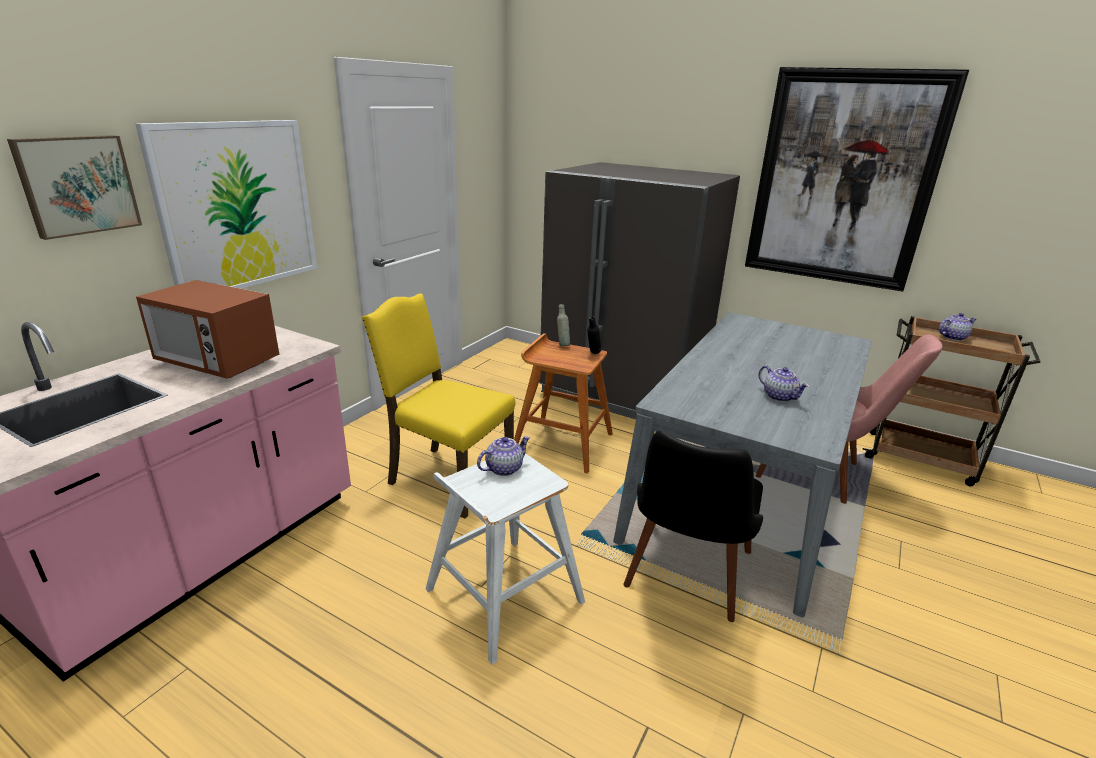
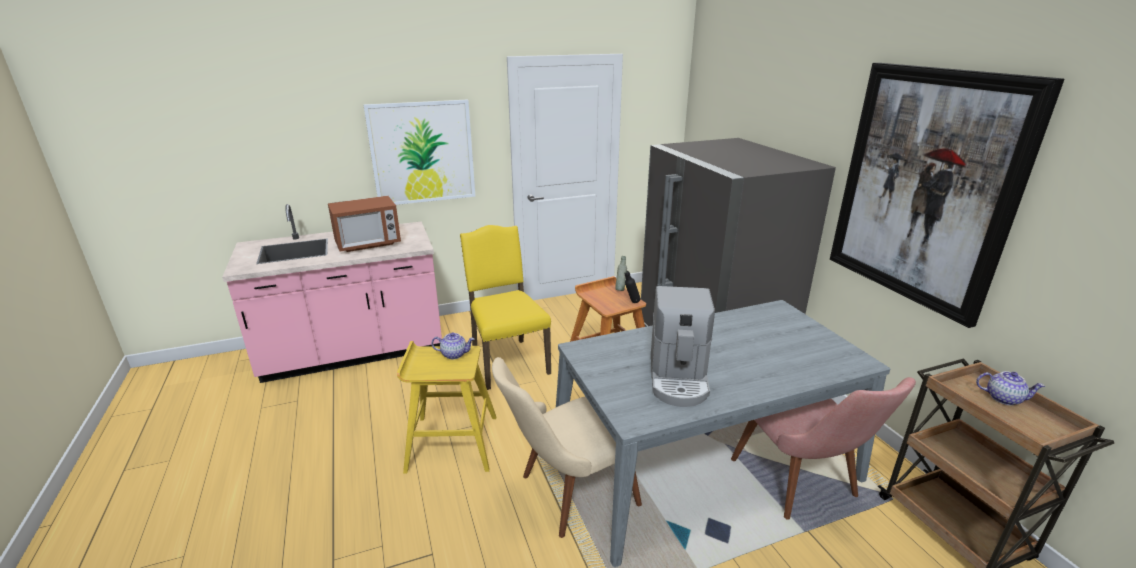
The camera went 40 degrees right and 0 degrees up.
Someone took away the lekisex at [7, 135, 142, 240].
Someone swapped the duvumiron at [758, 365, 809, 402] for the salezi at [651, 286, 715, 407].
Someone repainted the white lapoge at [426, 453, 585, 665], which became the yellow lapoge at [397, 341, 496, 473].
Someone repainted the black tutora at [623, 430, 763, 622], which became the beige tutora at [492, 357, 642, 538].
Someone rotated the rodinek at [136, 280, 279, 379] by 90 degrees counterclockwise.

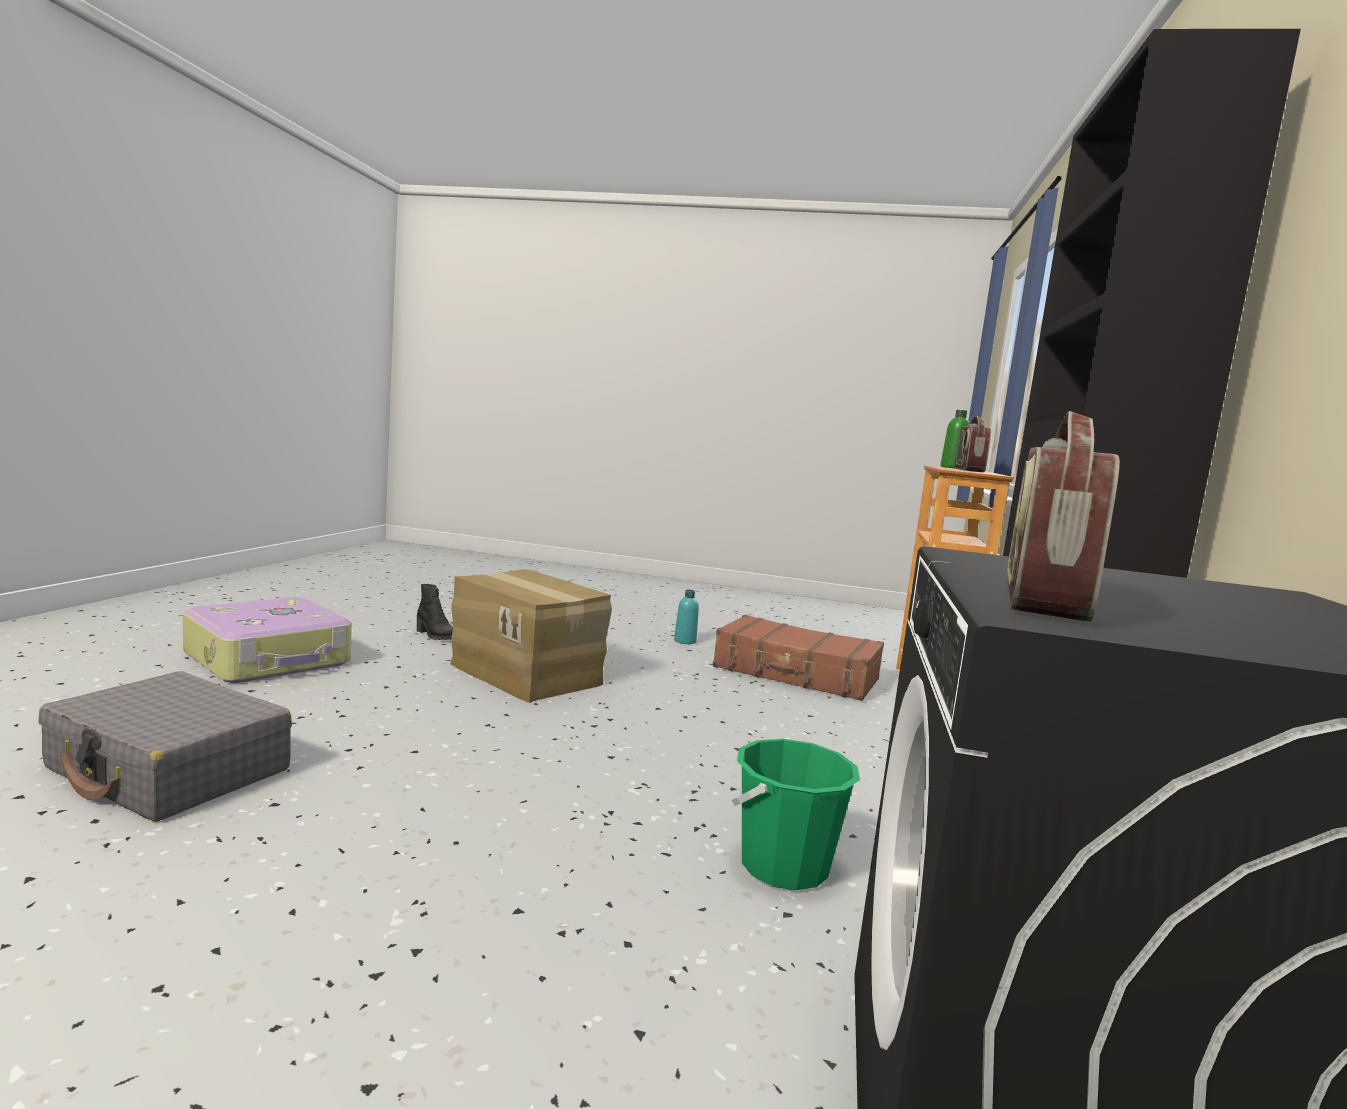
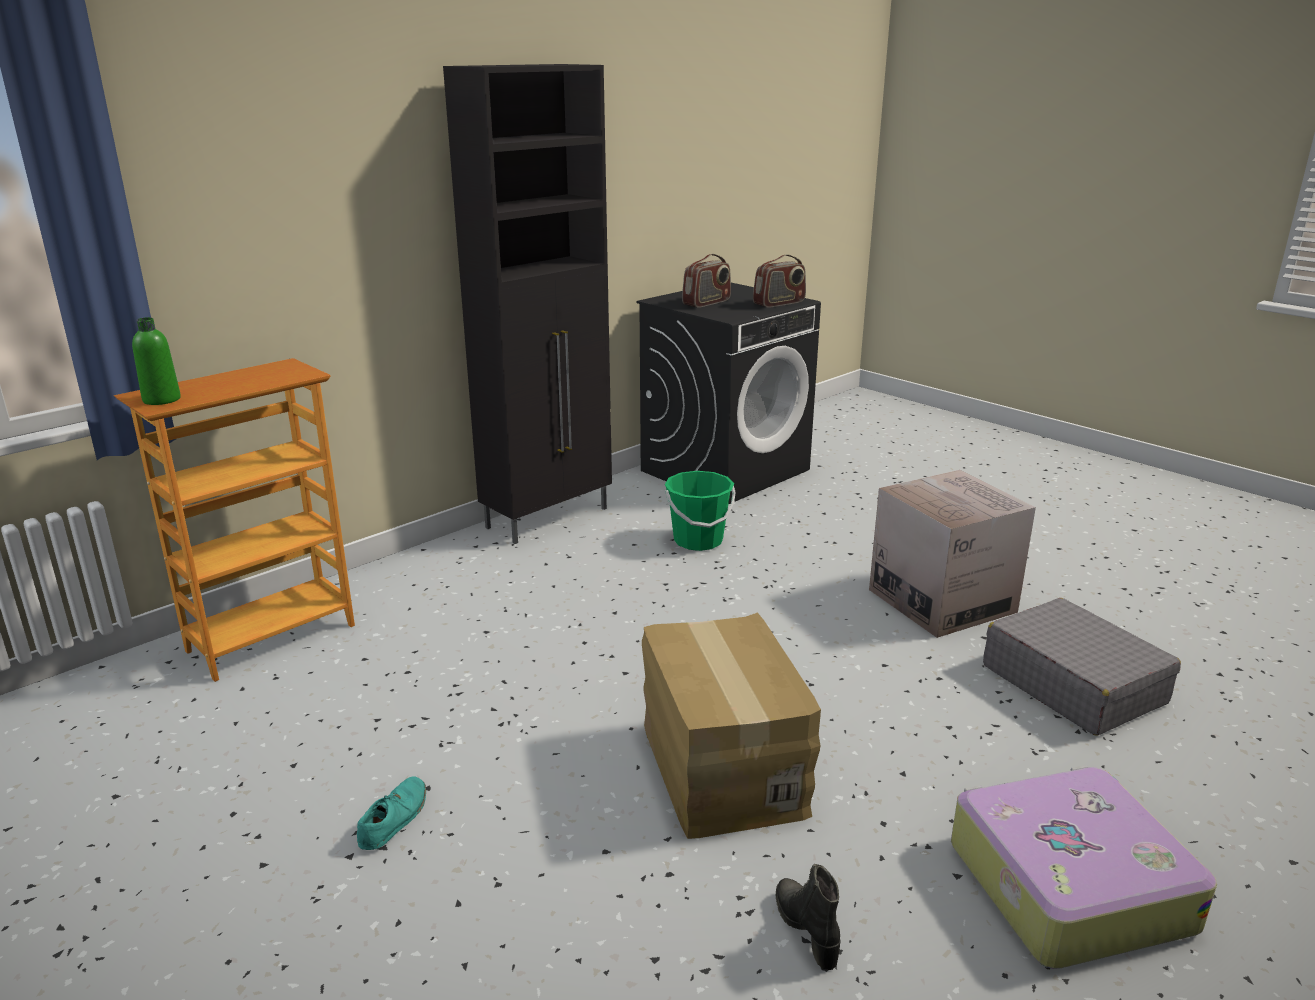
The camera went 145 degrees left and 15 degrees up.
Someone took away the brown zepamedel at [713, 615, 884, 701].
Someone put down the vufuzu at [869, 470, 1036, 638].
Someone carried the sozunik from [955, 416, 991, 472] to [682, 254, 731, 308].
Someone swapped the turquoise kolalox at [674, 590, 699, 644] for the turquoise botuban at [357, 776, 426, 850].

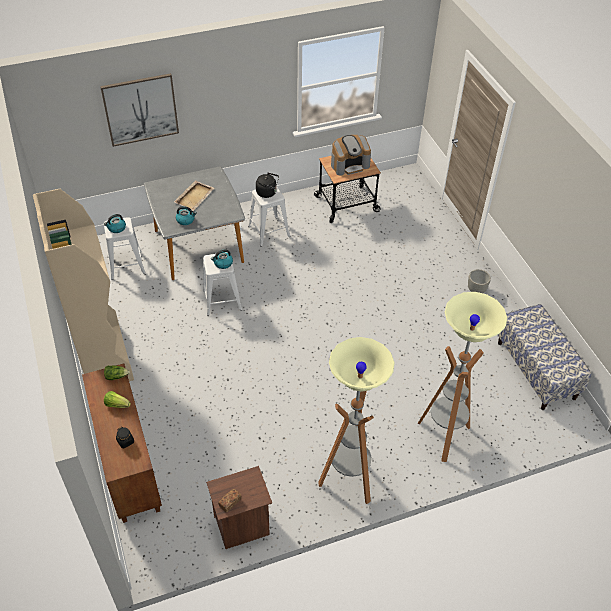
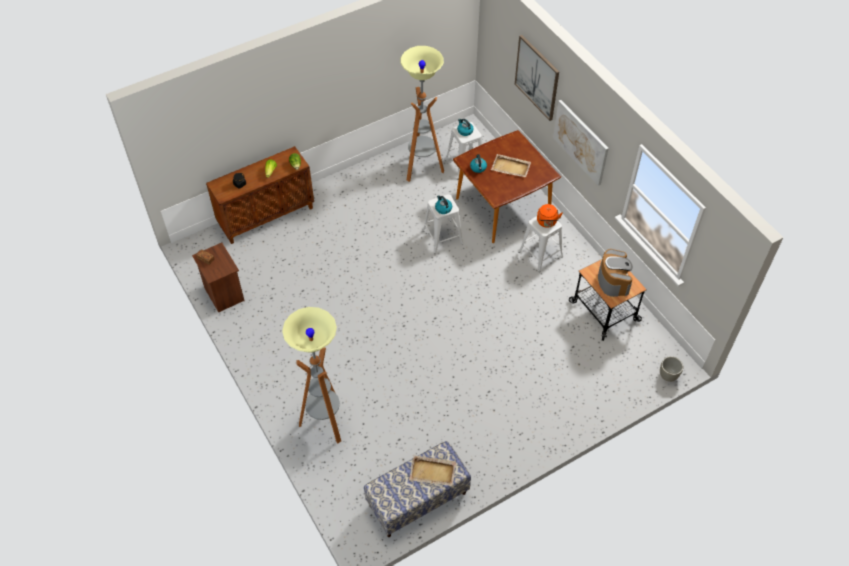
The camera went 80 degrees right and 5 degrees up.
Someone took away the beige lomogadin at [33, 189, 134, 381].
Someone put down the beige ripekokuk at [409, 456, 456, 486].
Someone put up the lekisex at [553, 100, 609, 186].
Someone carried the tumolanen from [318, 337, 395, 504] to [401, 46, 444, 182].
Someone carried the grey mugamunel from [468, 269, 491, 293] to [660, 356, 683, 382].
Someone repainted the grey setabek at [144, 166, 245, 280], which became the brown setabek at [453, 130, 561, 243].
Someone repainted the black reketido at [256, 172, 279, 198], which became the orange reketido at [537, 204, 563, 228].
Someone rotated the salezi at [331, 135, 371, 176] by 150 degrees counterclockwise.

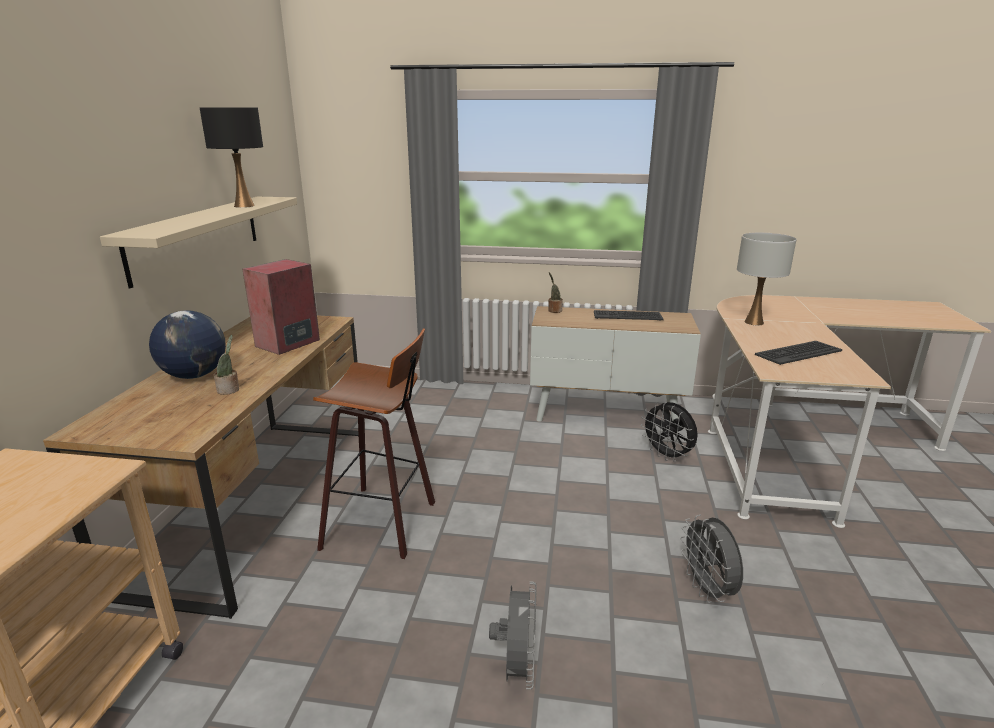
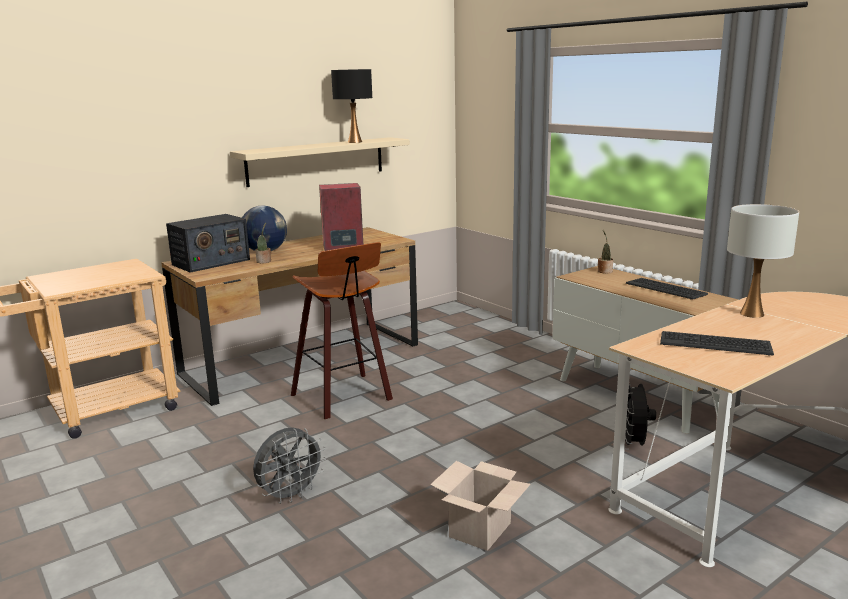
The camera went 45 degrees right and 5 degrees down.
Someone put down the sozunik at [166, 214, 250, 273].
Someone swapped the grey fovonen at [680, 515, 743, 603] for the vufuzu at [430, 461, 531, 551].

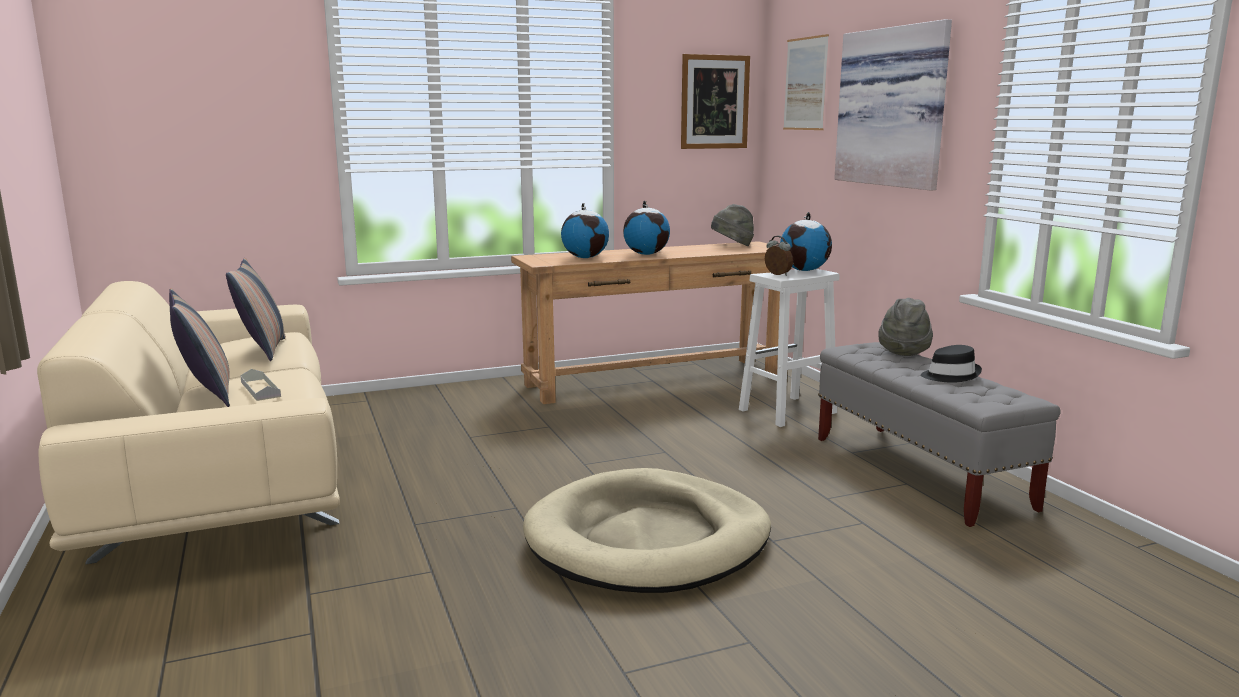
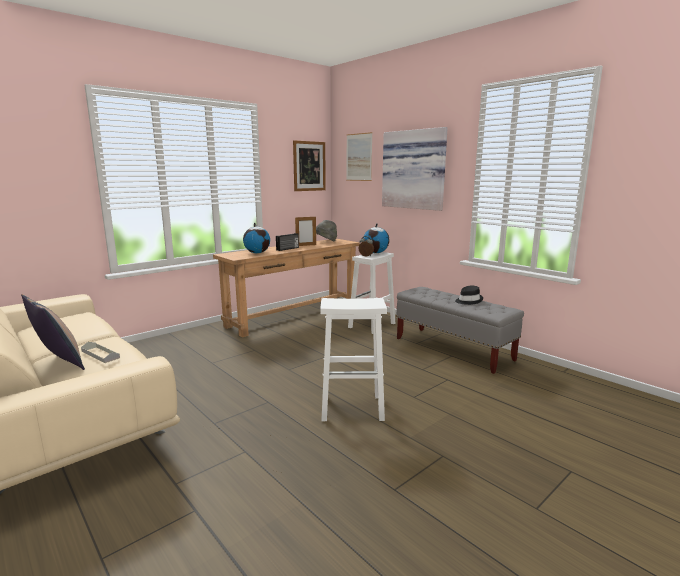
The camera went 20 degrees left and 0 degrees up.
Someone took away the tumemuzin at [226, 258, 286, 361].
Someone took away the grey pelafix at [878, 298, 933, 356].
Someone put down the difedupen at [295, 217, 316, 246].
Someone swapped the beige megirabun at [523, 468, 771, 593] for the white lapoge at [320, 298, 387, 421].
Someone swapped the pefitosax at [623, 201, 670, 255] for the sozunik at [276, 233, 299, 251].

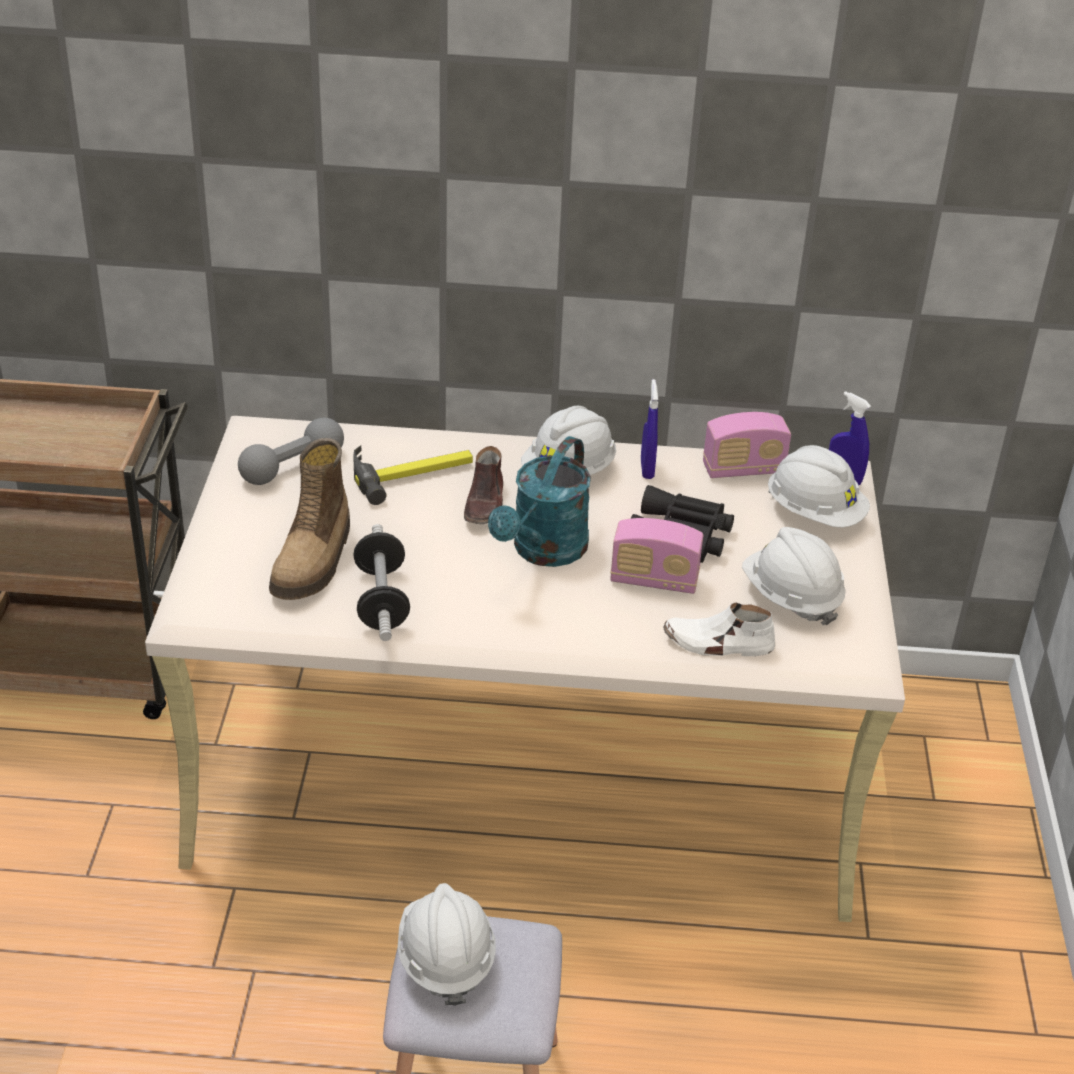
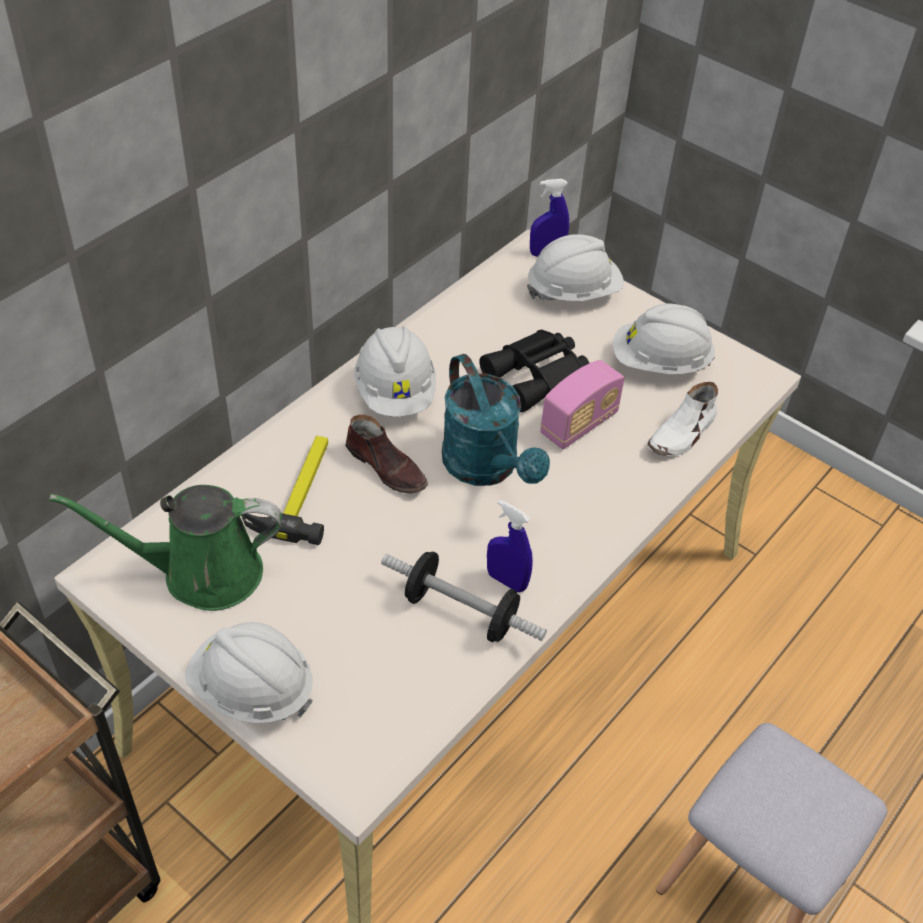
The camera went 55 degrees left and 10 degrees up.
Someone took away the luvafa at [269, 438, 350, 600].
Someone took away the sozunik at [703, 412, 791, 478].
Someone carried the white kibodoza from [397, 883, 496, 1006] to [185, 622, 313, 723].
Someone carried the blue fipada from [641, 379, 658, 479] to [487, 499, 533, 592].
Someone swapped the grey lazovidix at [238, 418, 344, 485] for the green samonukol at [49, 485, 282, 611].

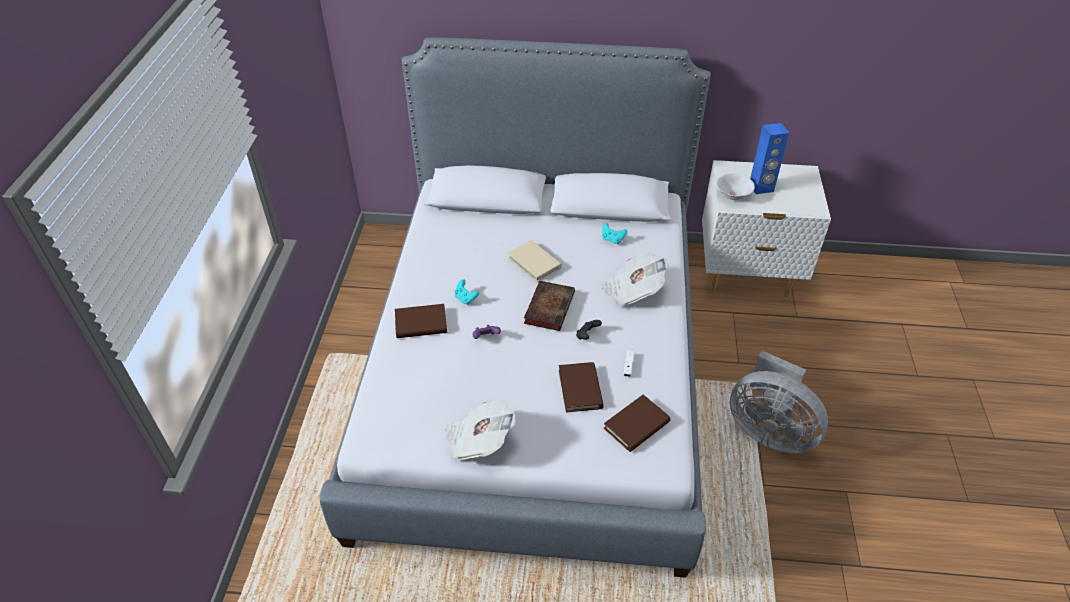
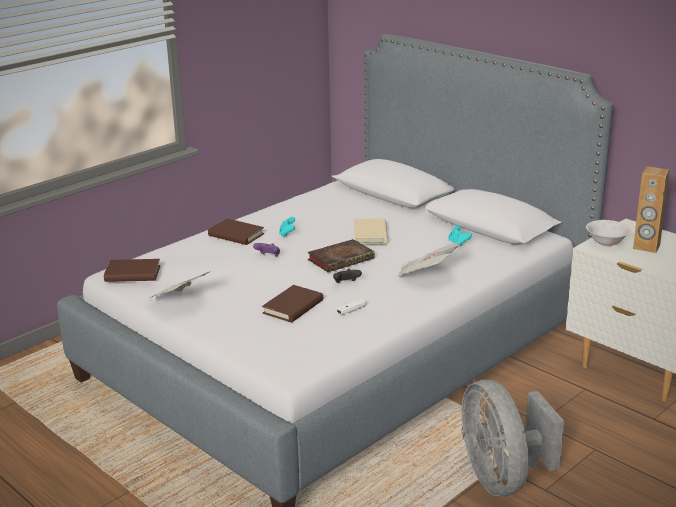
The camera went 40 degrees right and 20 degrees down.
Someone carried the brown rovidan from [603, 395, 670, 452] to [104, 259, 160, 282].
Someone repainted the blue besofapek at [750, 123, 789, 194], which became the brown besofapek at [633, 166, 669, 253].

